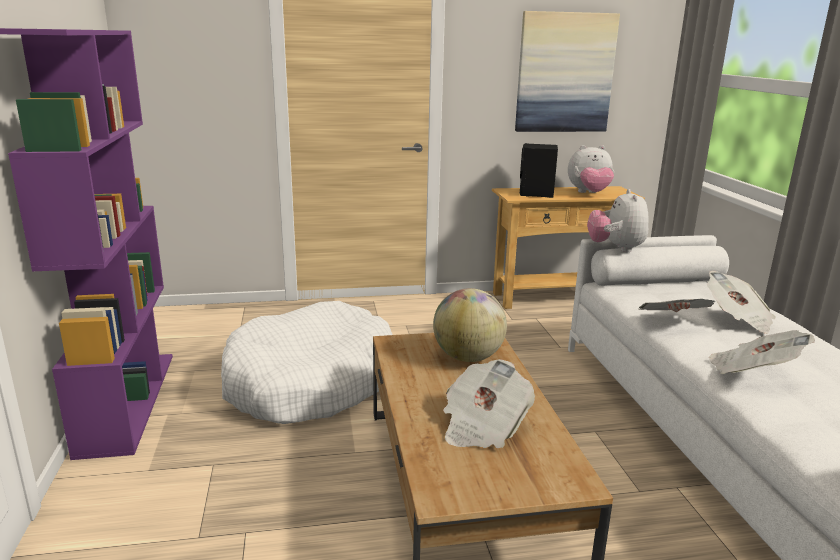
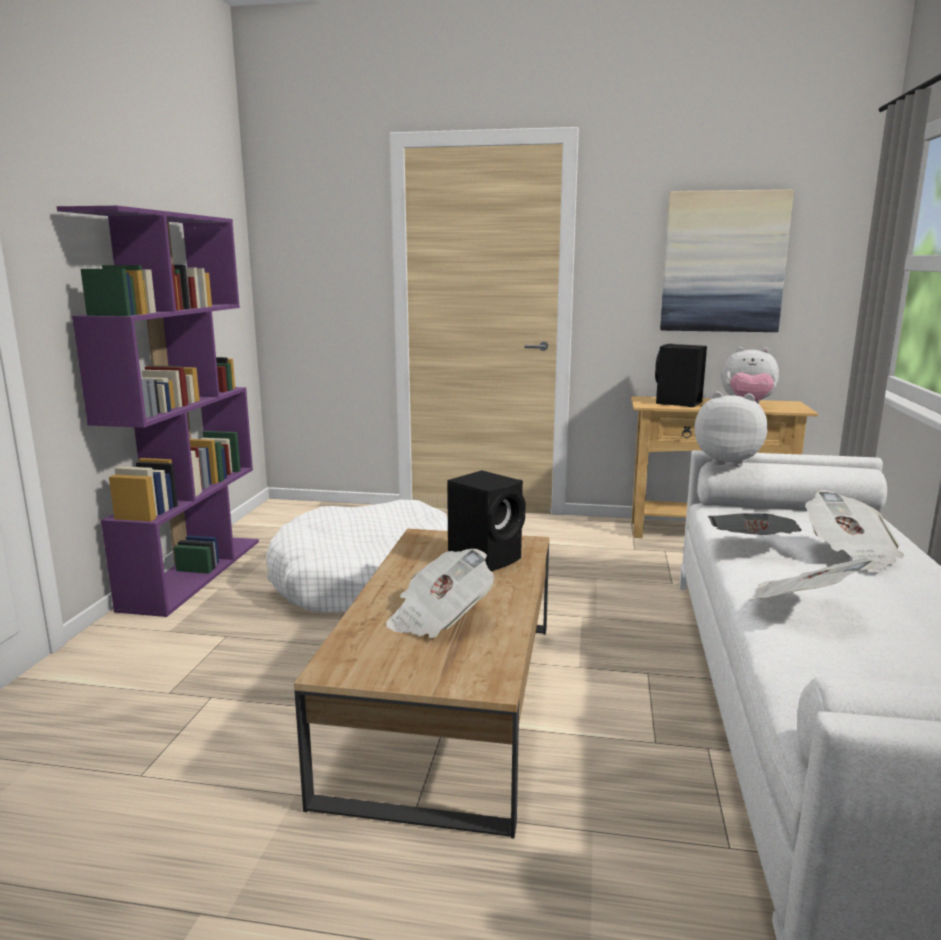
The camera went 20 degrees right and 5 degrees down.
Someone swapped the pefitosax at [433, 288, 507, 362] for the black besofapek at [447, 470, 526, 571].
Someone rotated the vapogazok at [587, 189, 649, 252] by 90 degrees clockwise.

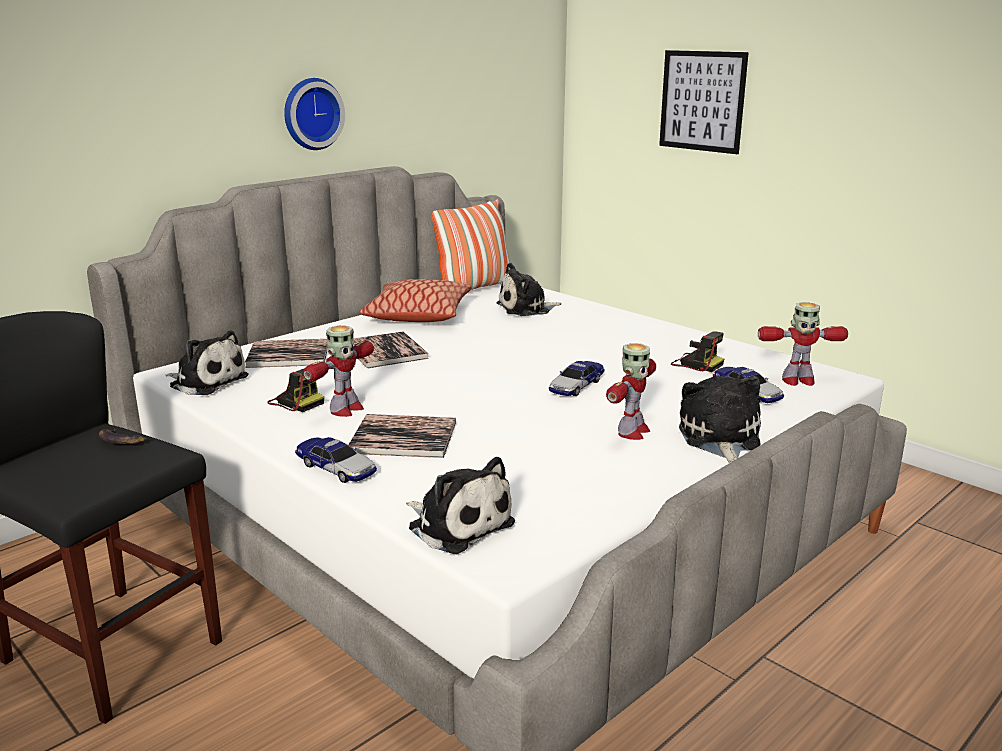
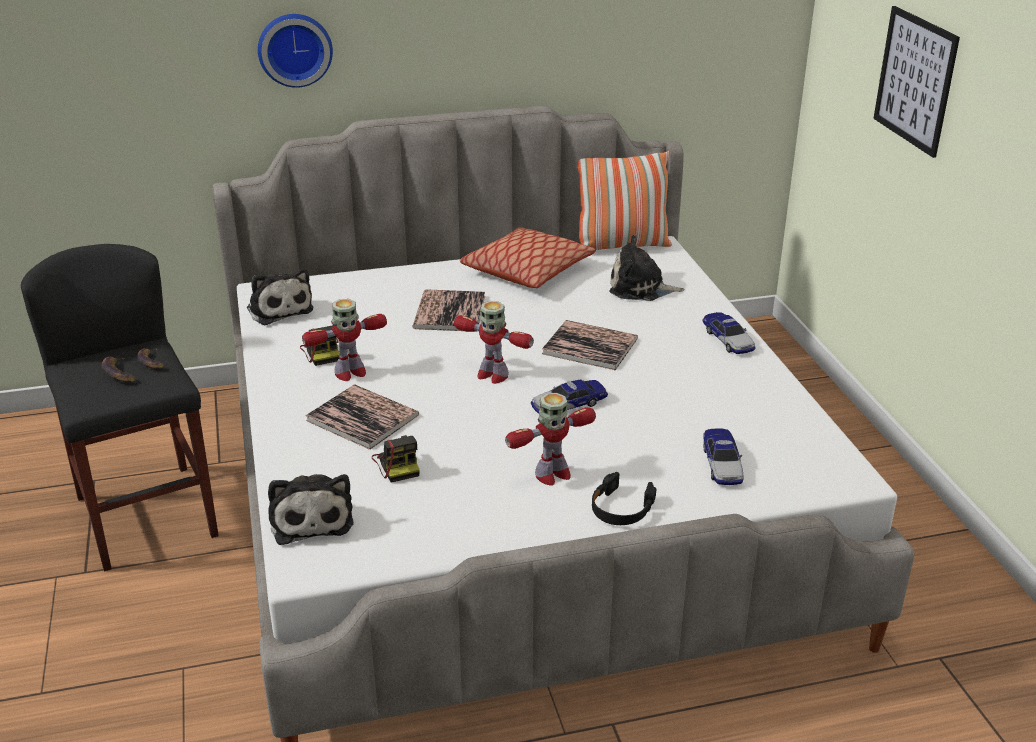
The camera went 30 degrees right and 10 degrees up.
Someone put down the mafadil at [102, 357, 137, 382].
Someone carried the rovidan from [245, 339, 328, 368] to [542, 320, 638, 370].
Someone carried the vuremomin from [284, 78, 345, 150] to [258, 14, 333, 88].
Someone carried the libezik from [295, 437, 377, 483] to [702, 312, 756, 354].
Someone carried the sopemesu from [671, 331, 724, 372] to [372, 435, 420, 483].
Someone carried the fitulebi from [758, 302, 848, 386] to [454, 301, 534, 384].
Someone swapped the vapogazok at [679, 376, 761, 463] for the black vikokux at [592, 472, 656, 525].

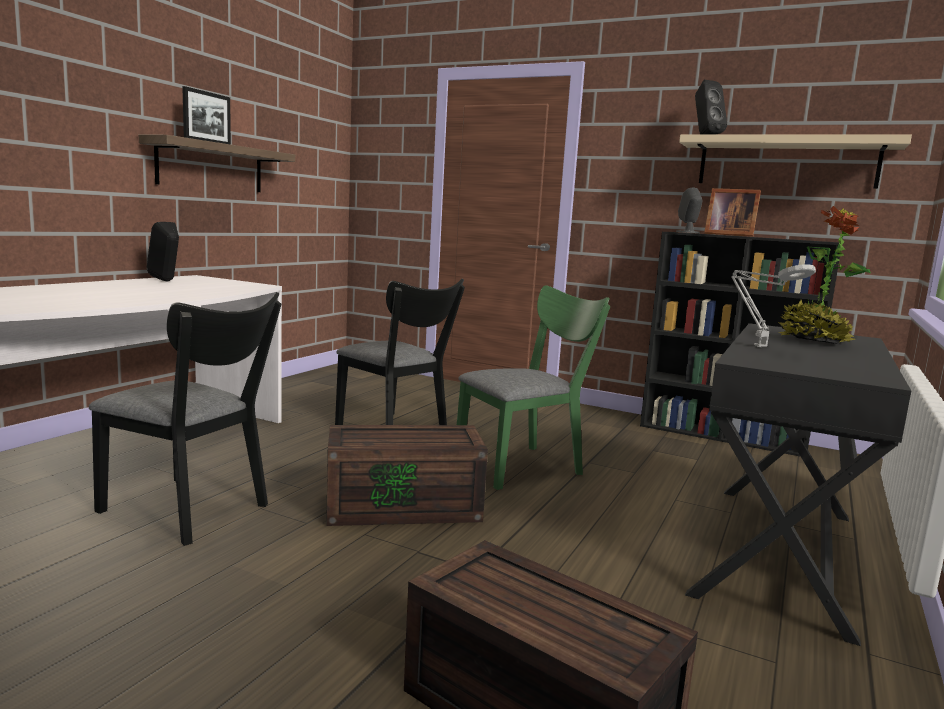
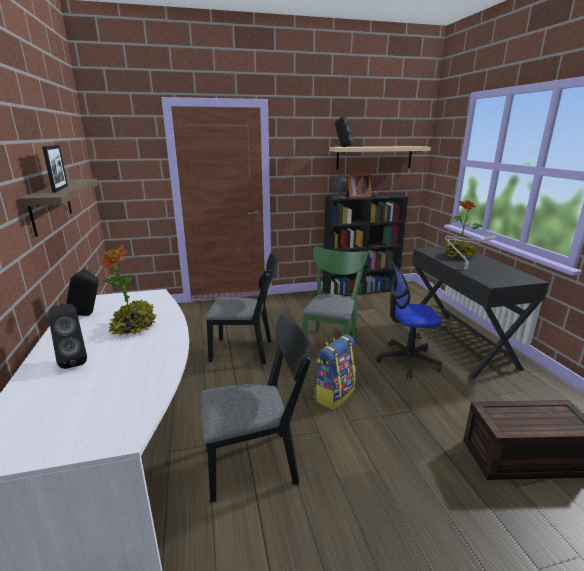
The camera went 40 degrees left and 10 degrees up.
Someone put down the black besofapek at [48, 304, 87, 369].
Someone put down the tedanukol at [102, 244, 156, 336].
Someone put down the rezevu at [376, 262, 442, 379].
Someone swapped the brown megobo at [326, 425, 488, 526] for the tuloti at [314, 334, 356, 410].

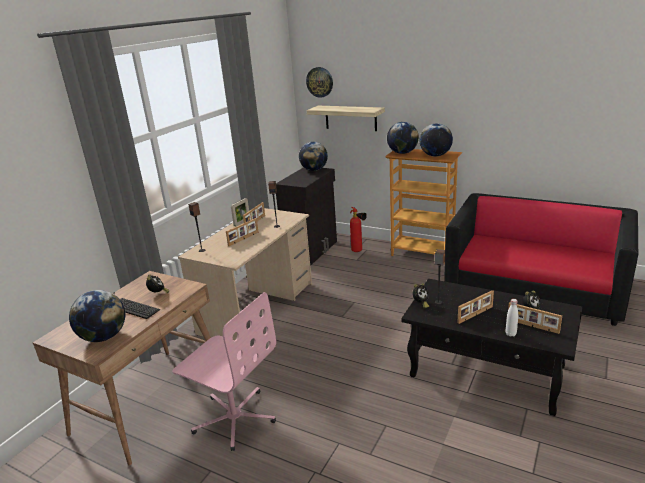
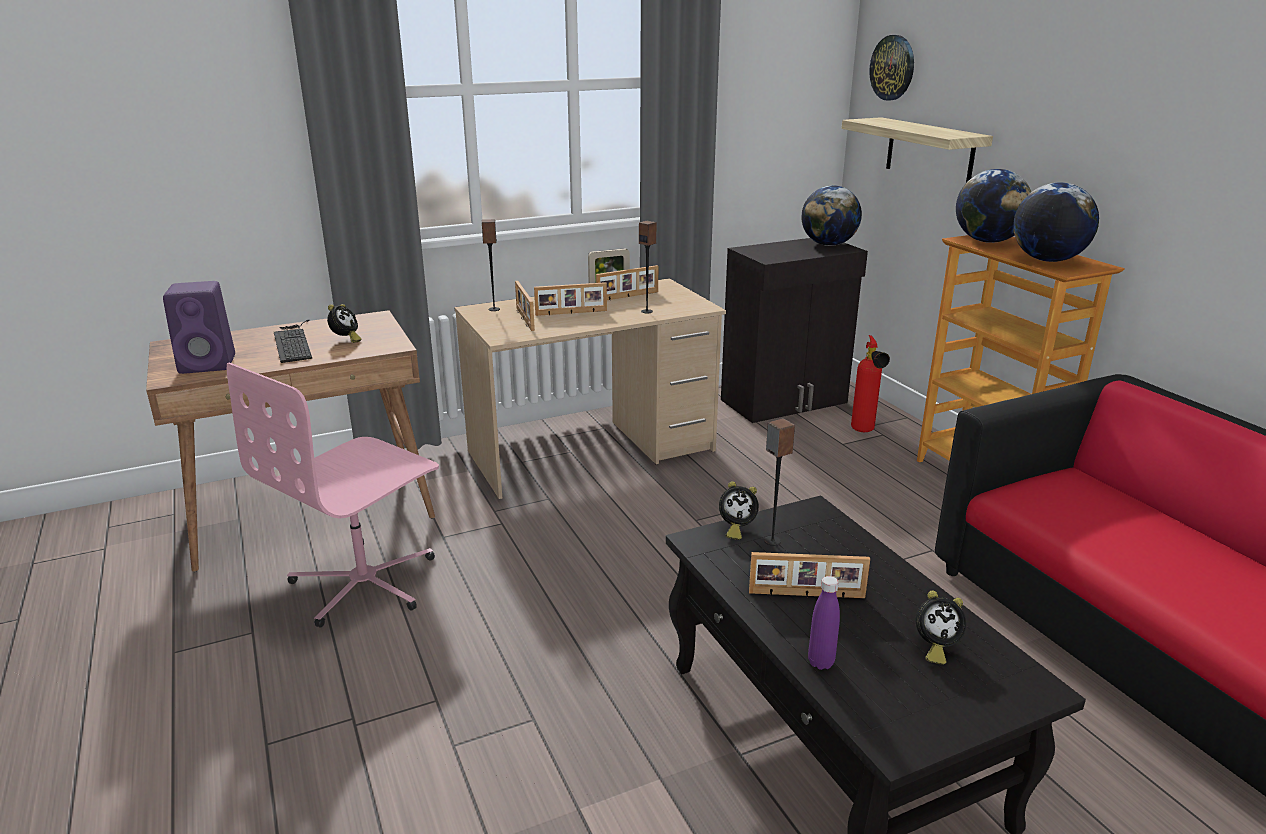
The camera went 35 degrees right and 0 degrees up.
Someone carried the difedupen from [508, 302, 562, 334] to [515, 281, 535, 331].
Someone swapped the pefitosax at [69, 290, 125, 342] for the purple besofapek at [163, 281, 235, 374].
Someone repainted the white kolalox at [505, 299, 518, 337], which became the purple kolalox at [808, 576, 840, 670].
Someone rotated the pink rezevu at [172, 292, 276, 451] by 60 degrees clockwise.

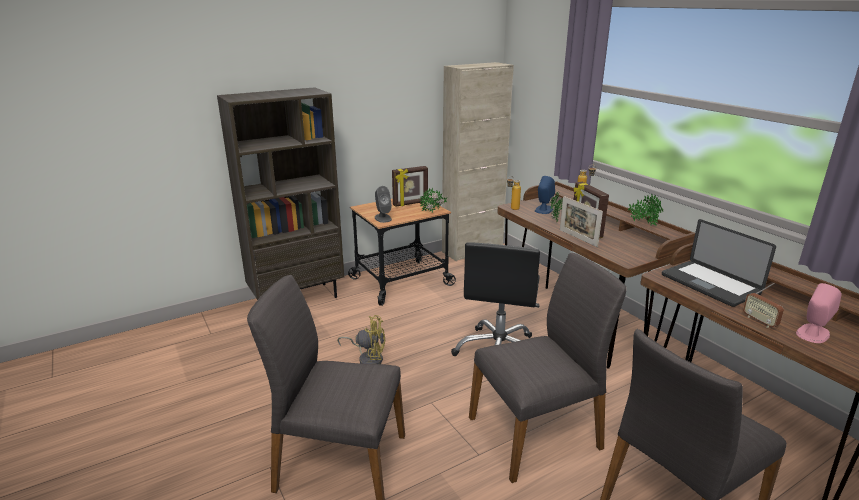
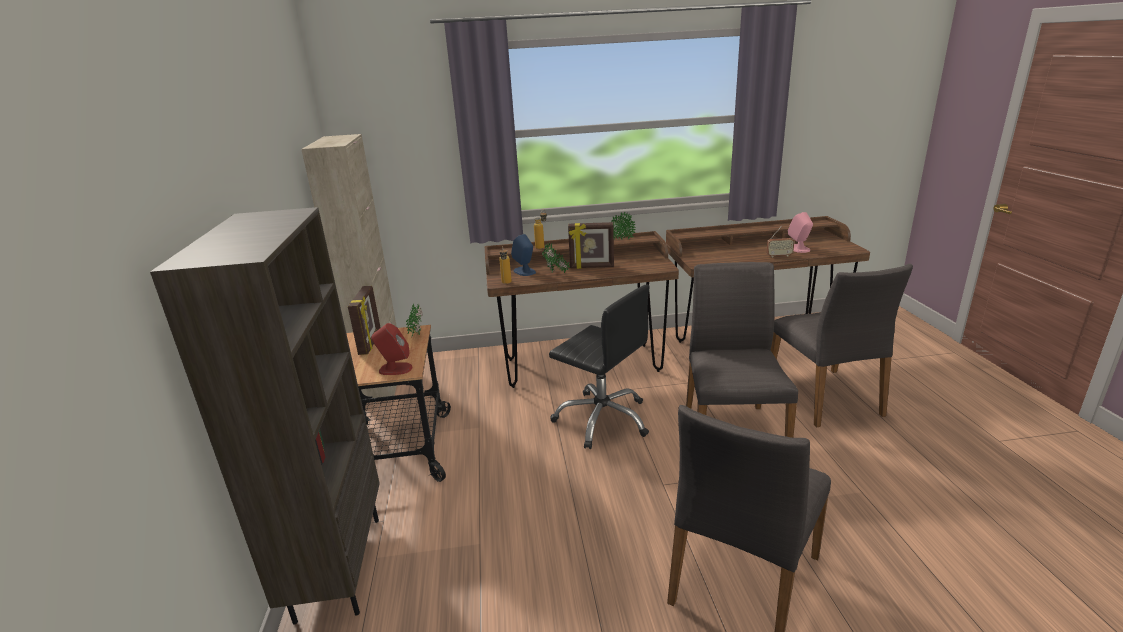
The camera went 65 degrees left and 0 degrees up.
Someone took away the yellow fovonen at [337, 315, 385, 364].
Someone took away the difedupen at [560, 196, 603, 247].
Someone took away the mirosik at [662, 219, 776, 307].
Someone repainted the grey besofapek at [375, 186, 392, 223], which became the red besofapek at [371, 323, 413, 375].

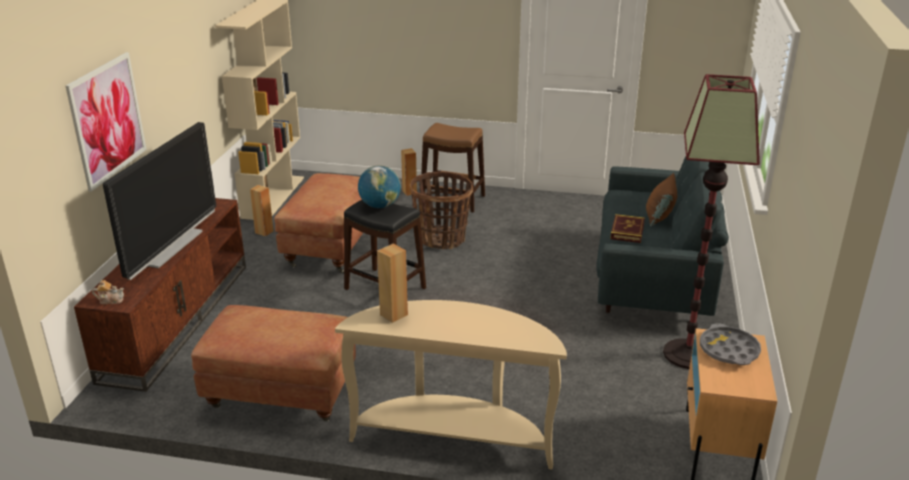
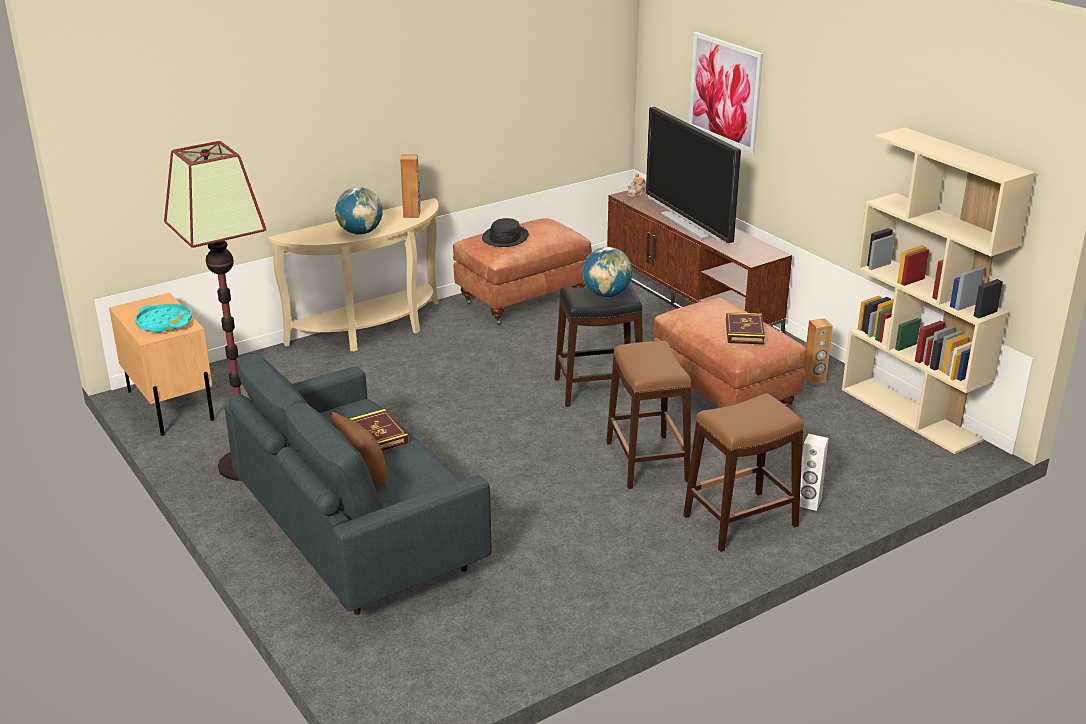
The camera went 135 degrees right and 0 degrees up.
Someone put down the pefitosax at [335, 187, 383, 235].
Someone put down the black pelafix at [482, 218, 529, 247].
Someone put down the rovidan at [726, 312, 765, 345].
Someone swapped the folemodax at [410, 172, 473, 249] for the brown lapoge at [606, 341, 691, 489].
Someone repainted the brown besofapek at [401, 148, 417, 196], which became the white besofapek at [800, 434, 829, 511].
Someone repainted the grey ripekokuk at [700, 323, 761, 365], which became the turquoise ripekokuk at [135, 304, 192, 333].

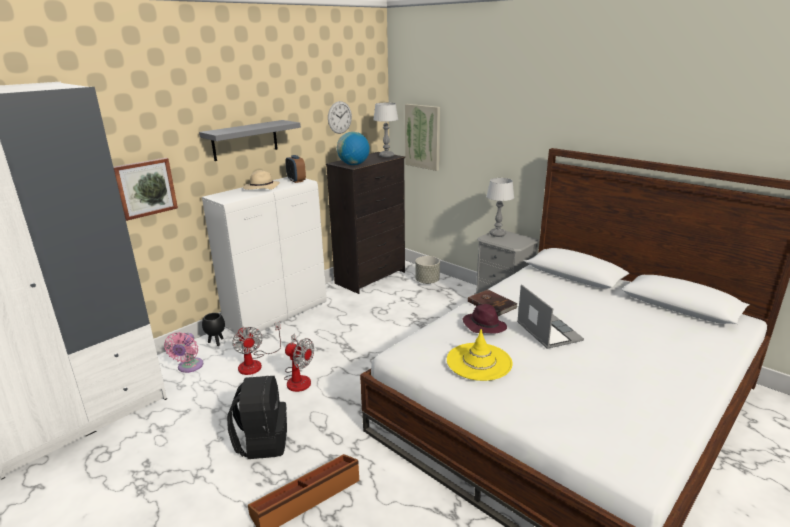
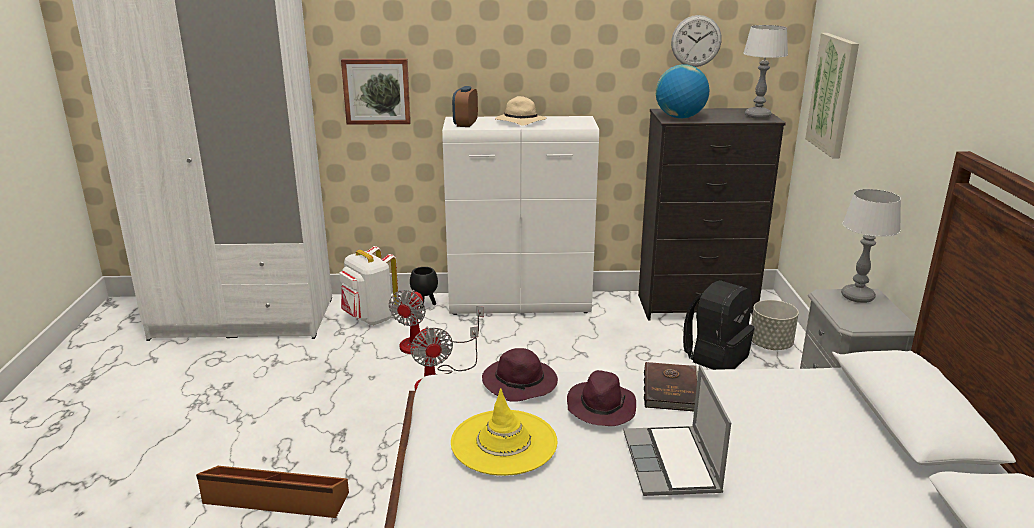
The camera went 45 degrees right and 0 degrees up.
Someone took away the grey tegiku at [199, 120, 301, 161].
Someone put down the purple pelafix at [482, 348, 558, 402].
Someone carried the black tuloti from [227, 376, 287, 459] to [683, 280, 755, 370].
Someone carried the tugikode from [285, 155, 306, 183] to [452, 86, 478, 127].
Someone swapped the pink fovonen at [164, 332, 203, 373] for the white tuloti at [339, 246, 399, 325].
Someone rotated the mirosik at [517, 284, 584, 349] by 150 degrees clockwise.

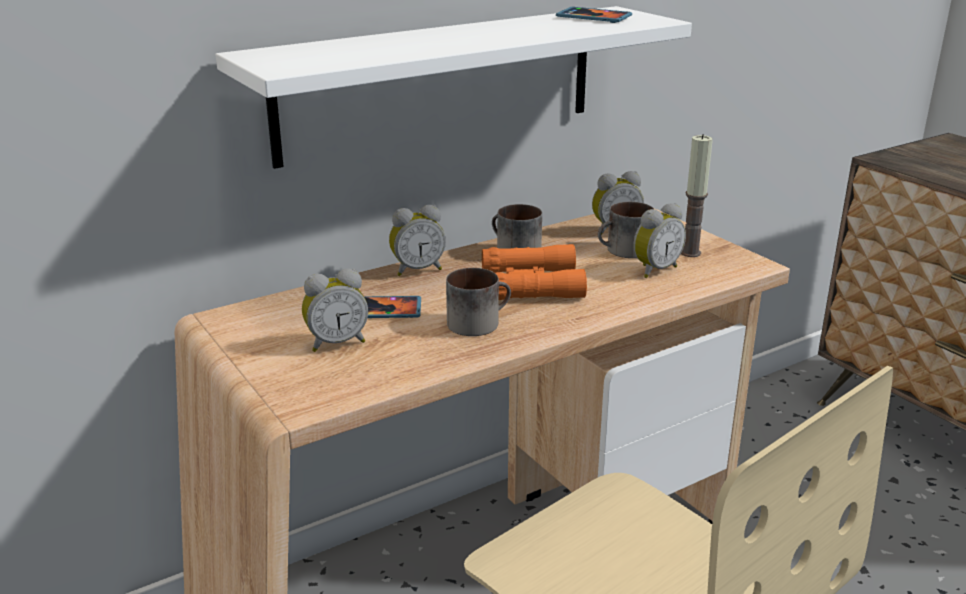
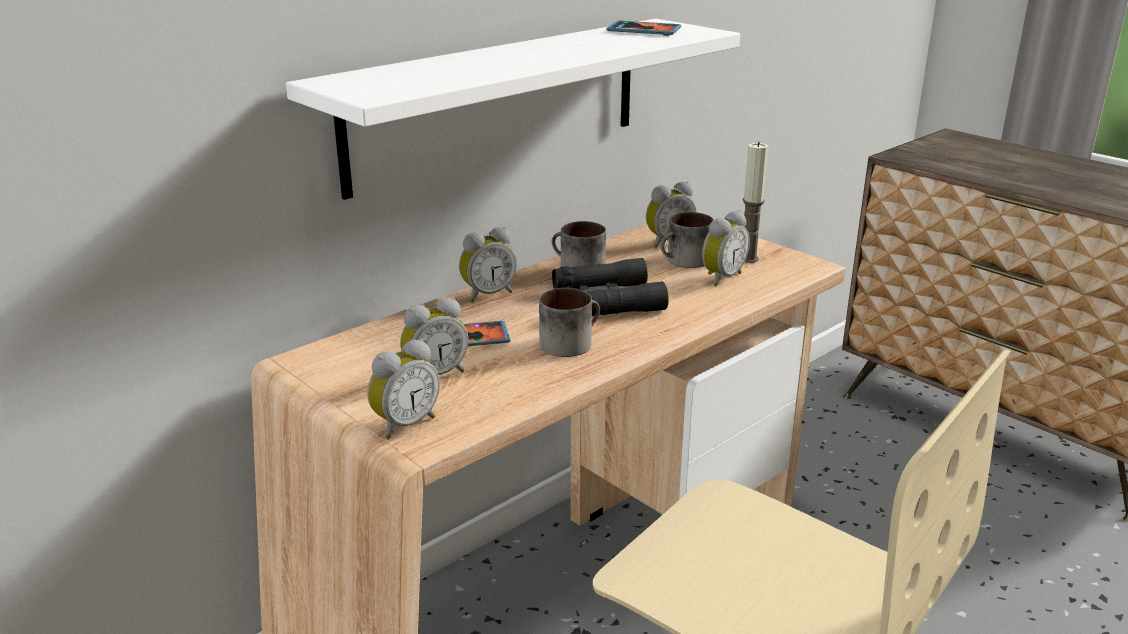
The camera went 10 degrees left and 0 degrees up.
Someone put down the tugikode at [367, 339, 440, 440].
Someone repainted the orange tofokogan at [482, 244, 587, 300], which became the black tofokogan at [552, 258, 669, 316].

